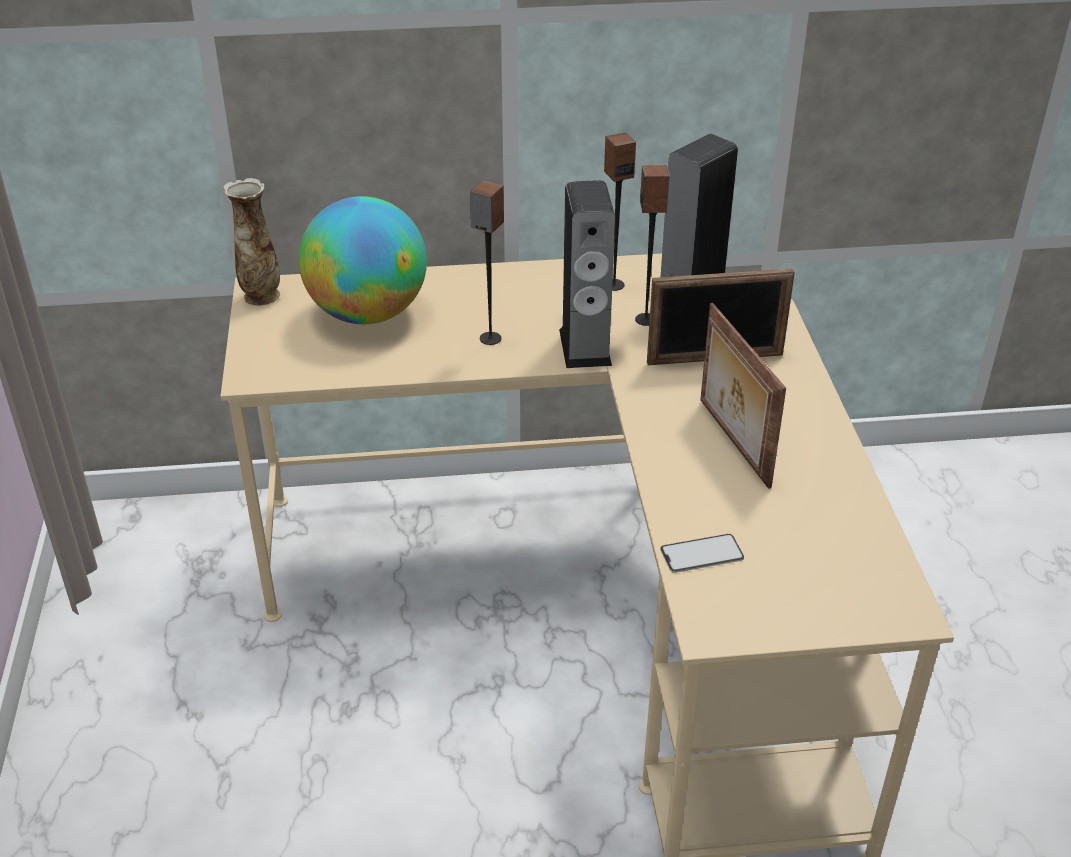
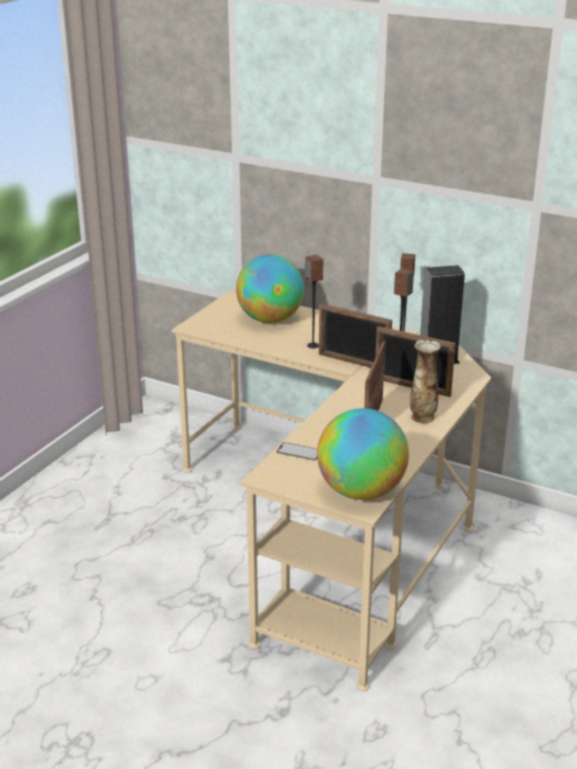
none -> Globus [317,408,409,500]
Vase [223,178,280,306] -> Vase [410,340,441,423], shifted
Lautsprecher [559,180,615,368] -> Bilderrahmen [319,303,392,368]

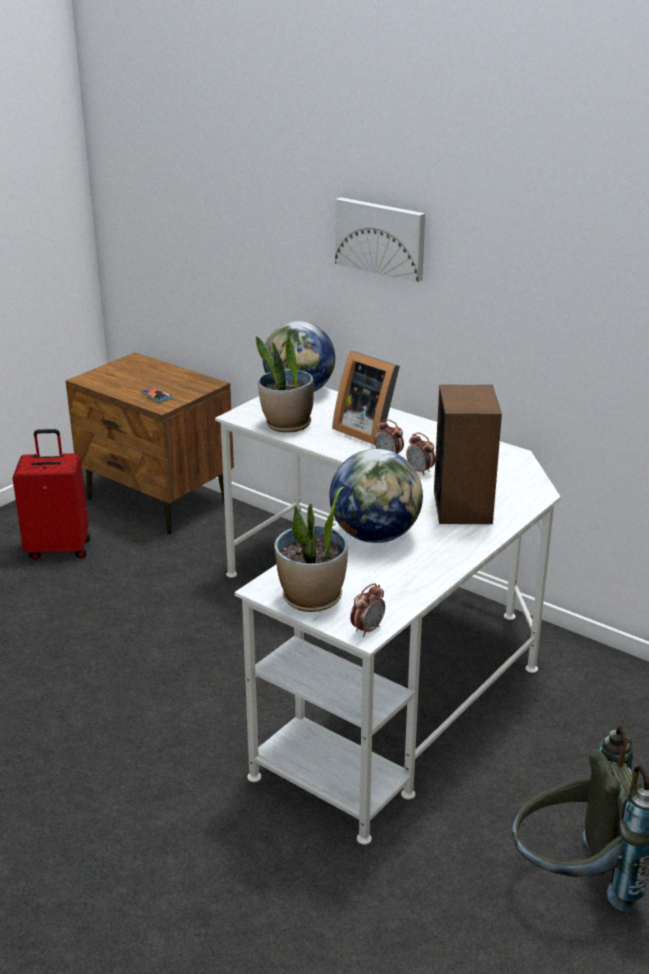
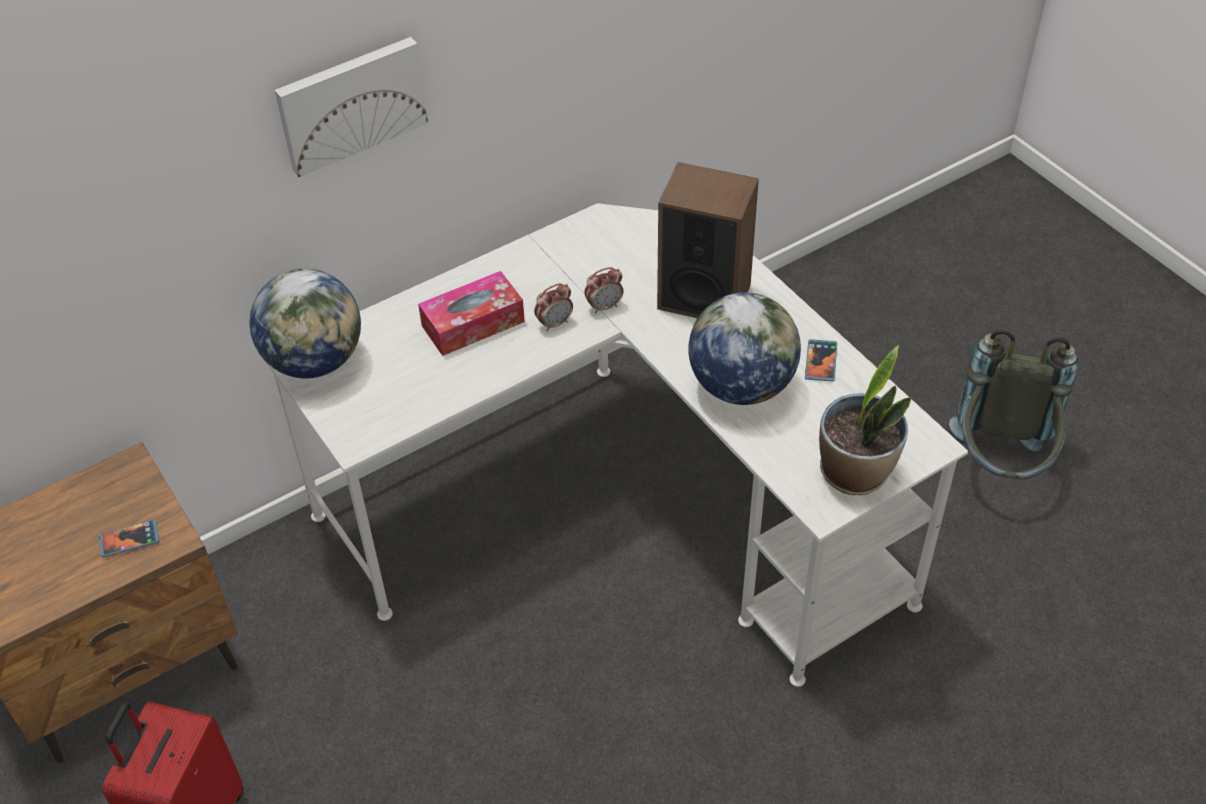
Topfpflanze [256,336,314,433] -> none
Wecker [350,583,385,637] -> none
none -> Handy [805,339,837,382]
Bilderrahmen [332,351,400,445] -> Taschentuchbox [418,271,525,356]

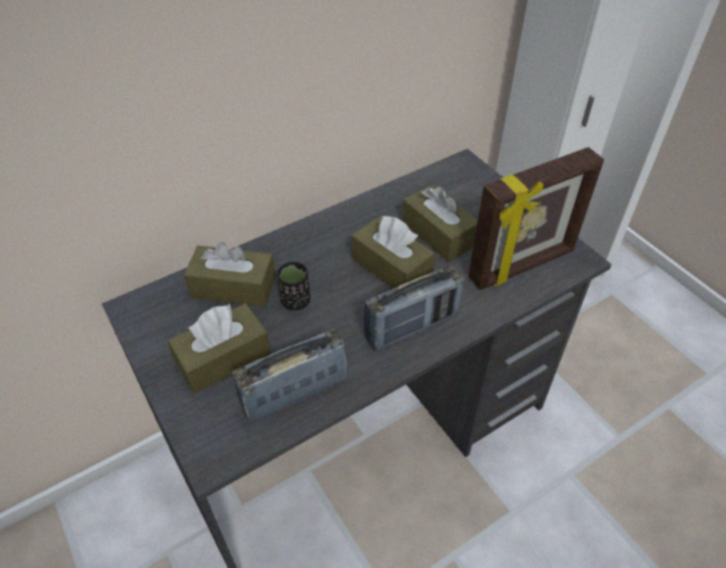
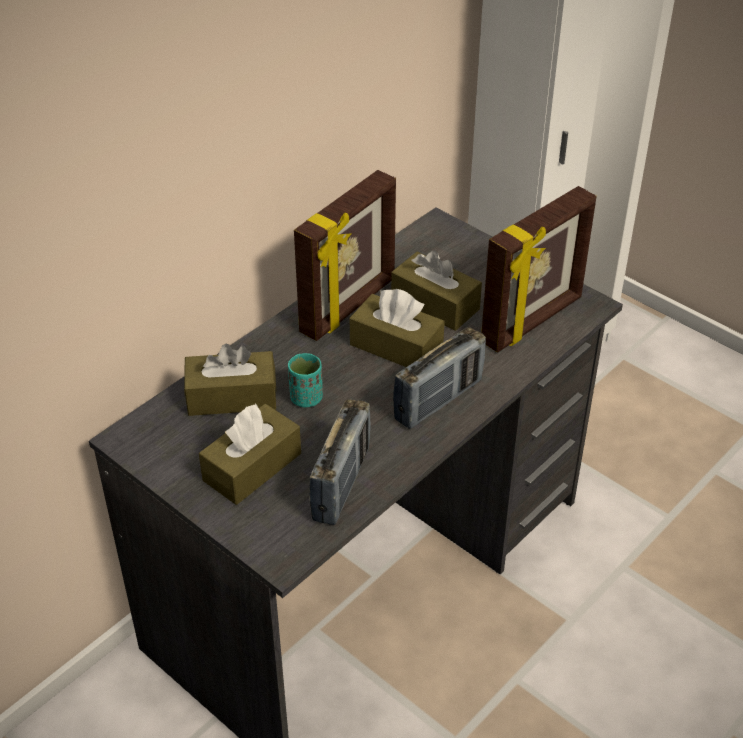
none -> Bilderrahmen [294,170,396,341]
Tasse (schwarz) [277,262,310,310] -> Tasse (türkis) [288,353,323,407]
Radio [232,329,347,422] -> Radio [309,399,371,525], 150 degrees clockwise

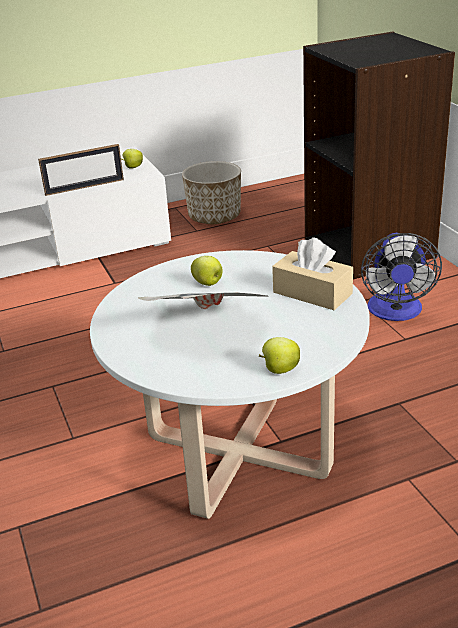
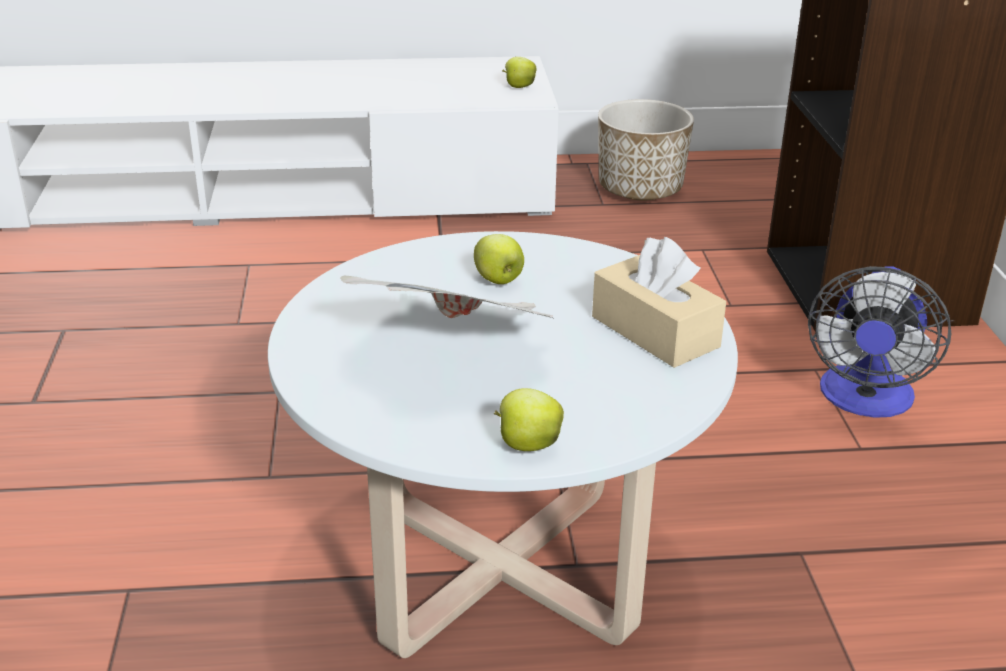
Bilderrahmen [38,144,124,196] -> none

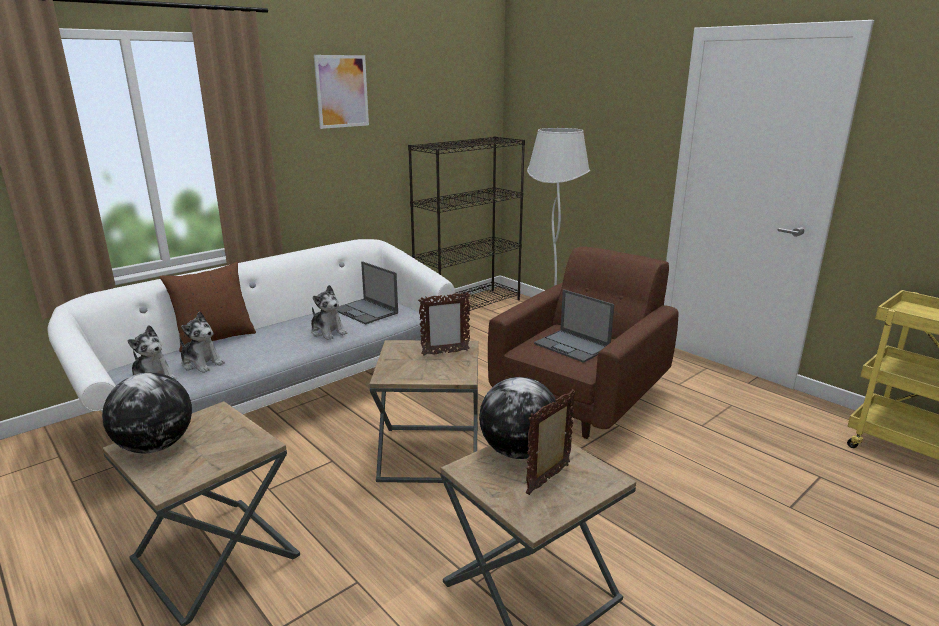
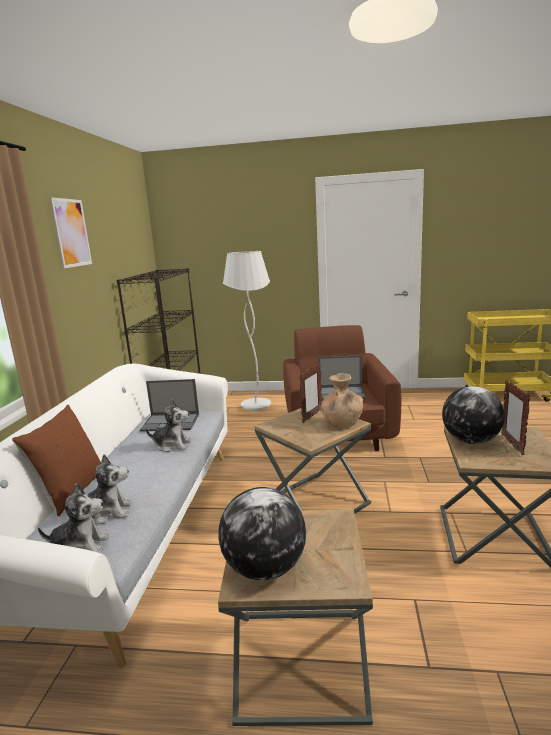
none -> Vase (braun) [321,373,363,429]

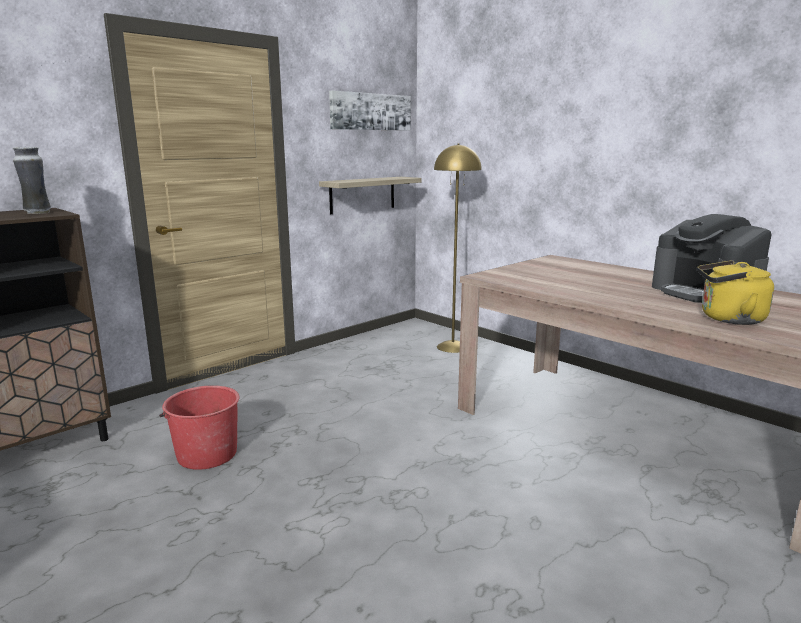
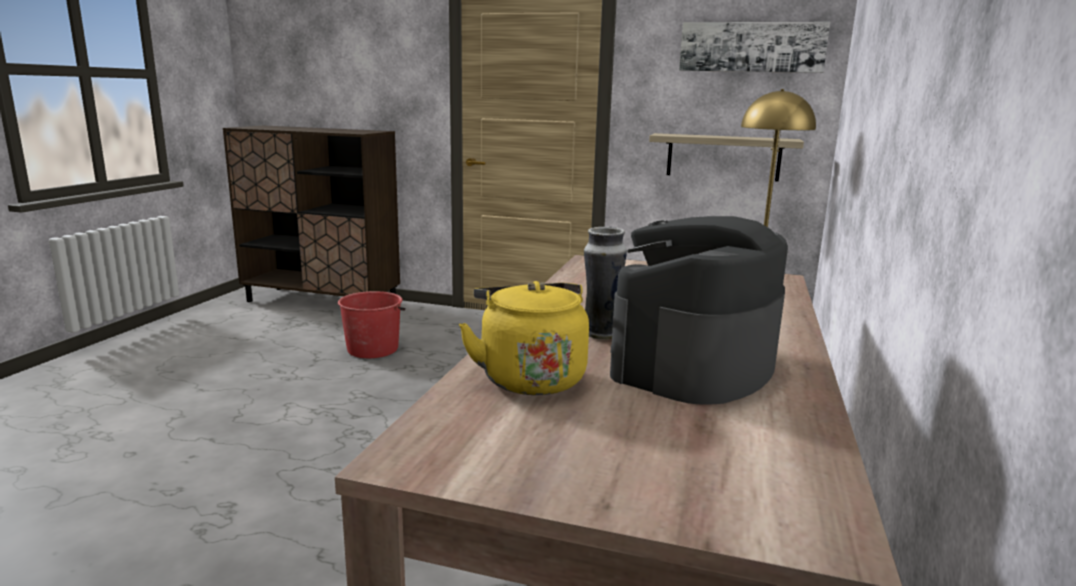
Vase [13,147,51,214] -> Vase [584,227,627,340], shifted

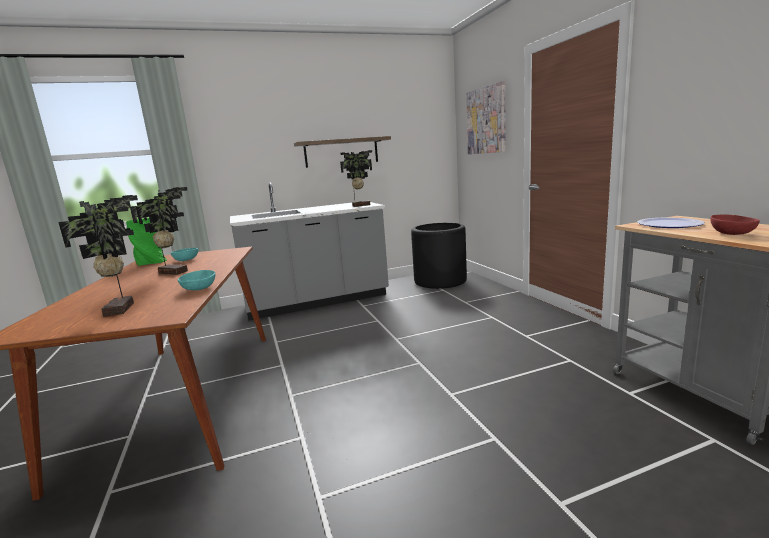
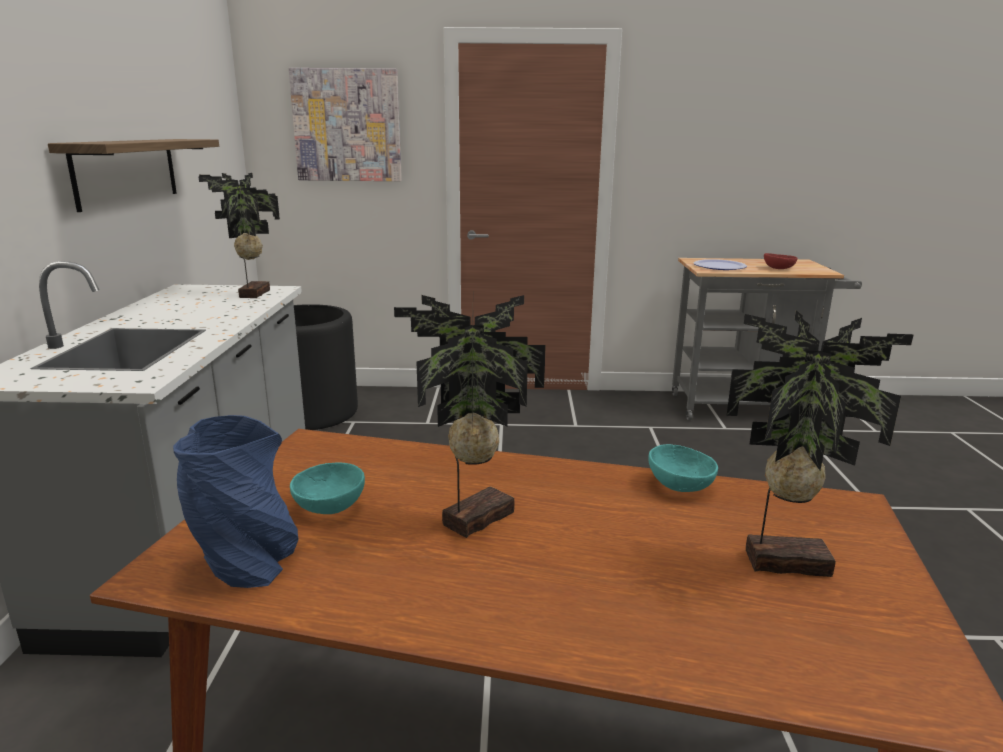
Vase (grün) [126,218,167,266] -> Vase (blau) [173,415,299,588]

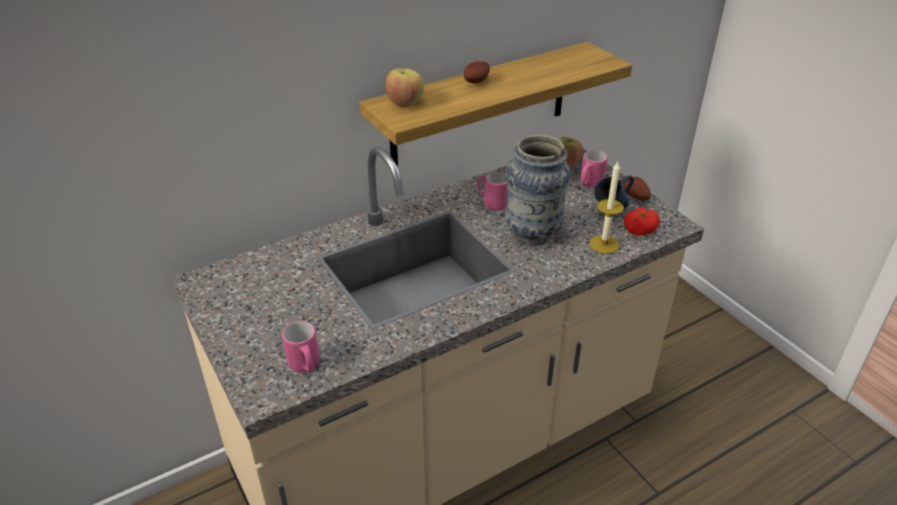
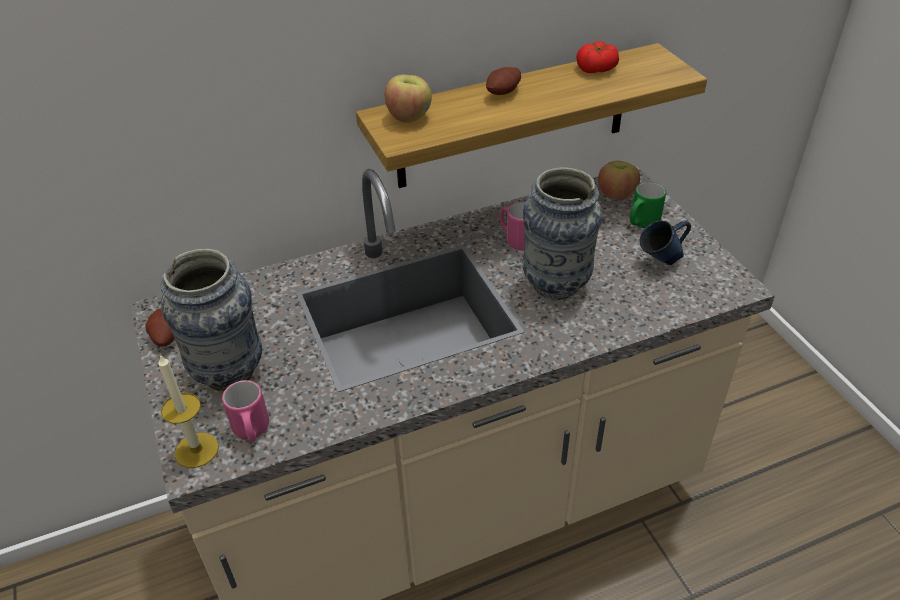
none -> Vase [160,249,262,391]
Kerze [589,162,624,253] -> Kerze [158,354,219,468], shifted
Kartoffel [624,177,651,200] -> Kartoffel [146,308,174,346], shifted
Tomate [624,207,660,236] -> Tomate [576,41,619,73], shifted
Henkelbecher (rosa) [580,150,608,188] -> Henkelbecher (grün) [630,182,666,228]

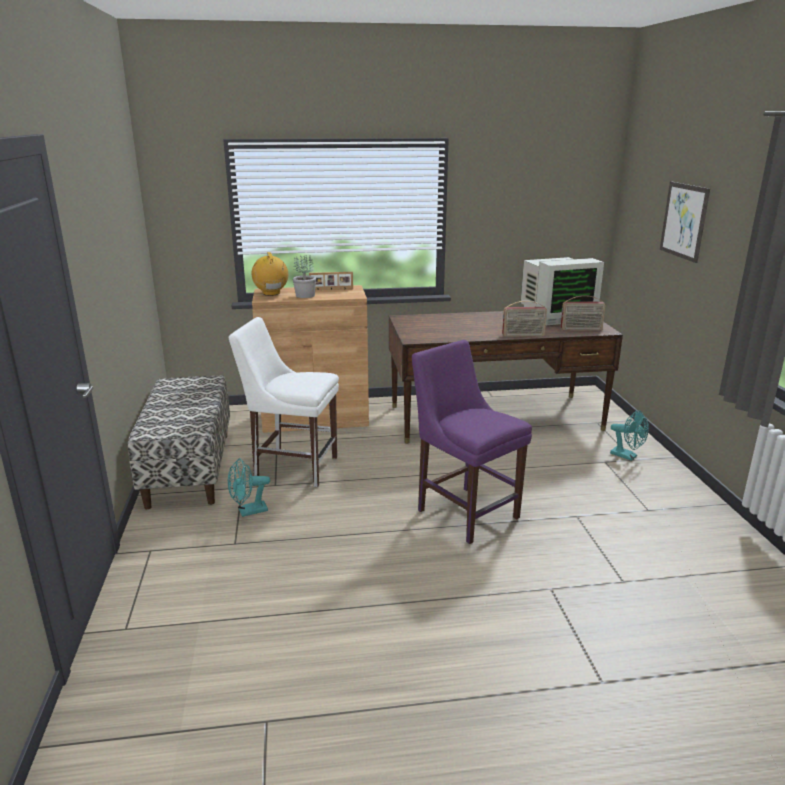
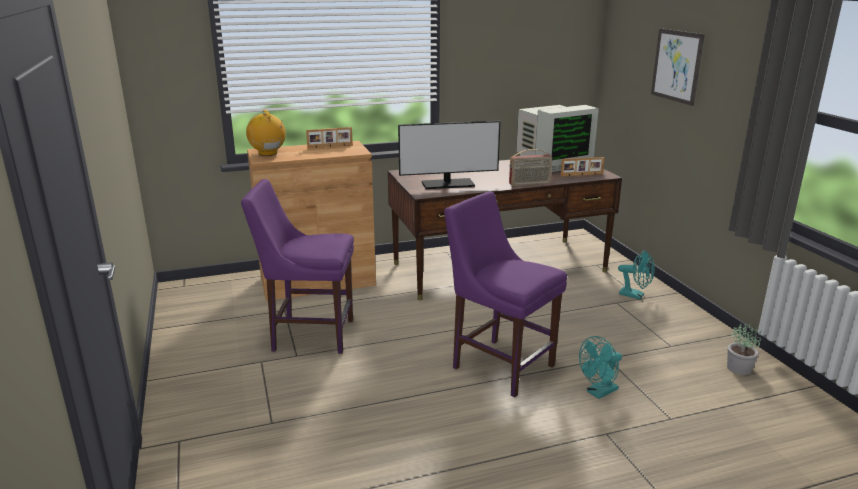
Bank [128,375,230,509] -> none
none -> Monitor [398,121,500,189]
Ventilator (türkis) [228,458,270,517] -> Ventilator (türkis) [579,336,622,399], shifted
Topfpflanze [293,255,316,298] -> Topfpflanze [727,322,762,375], shifted
Radio [561,295,605,331] -> Bilderrahmen [561,157,604,176]
Stuhl (weiß) [229,317,339,487] -> Stuhl (lila) [241,179,354,354]

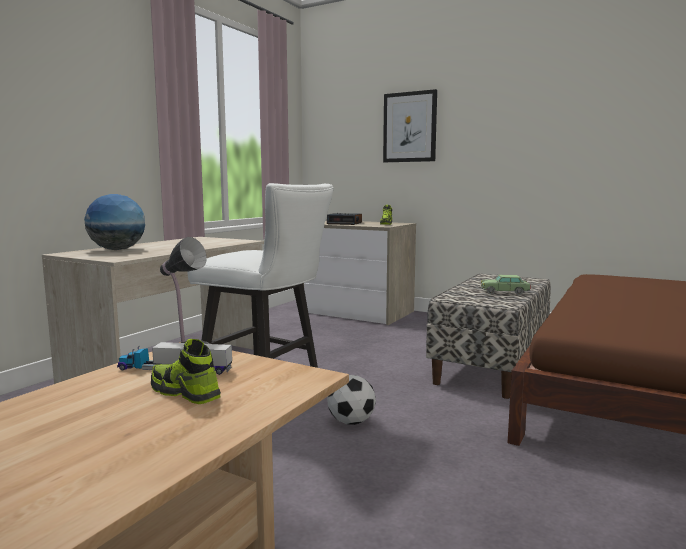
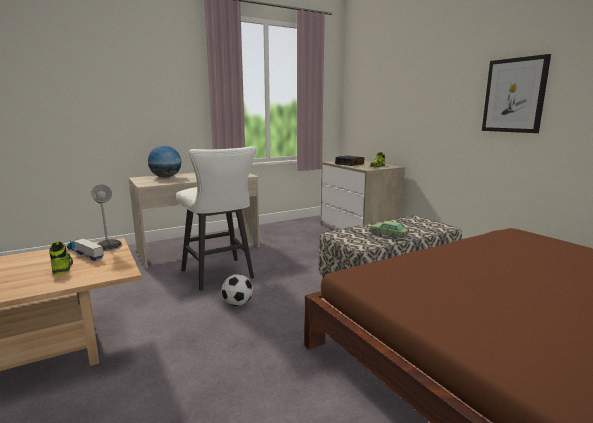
Bild [383,89,437,162] -> Bild [482,54,551,133], shifted

